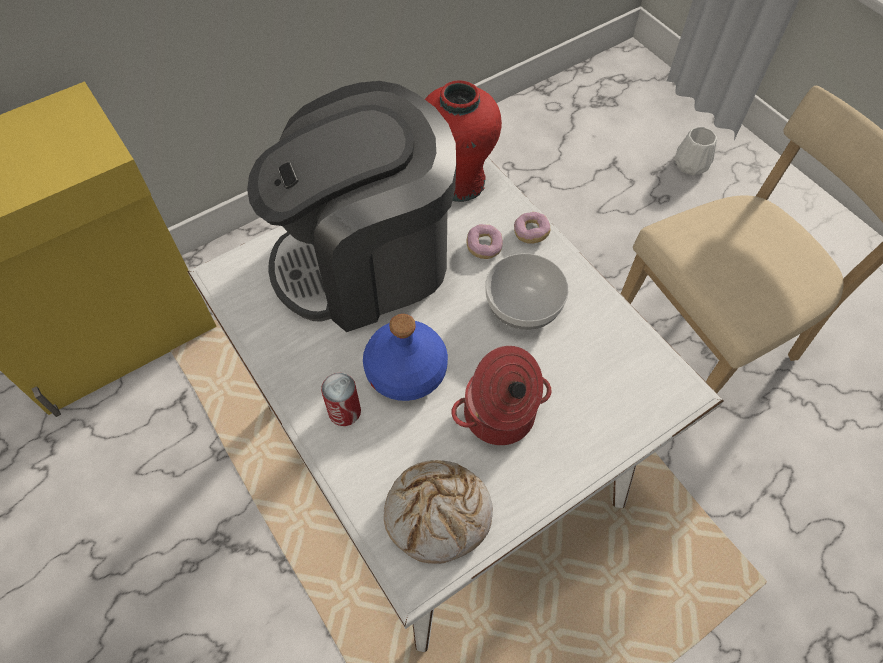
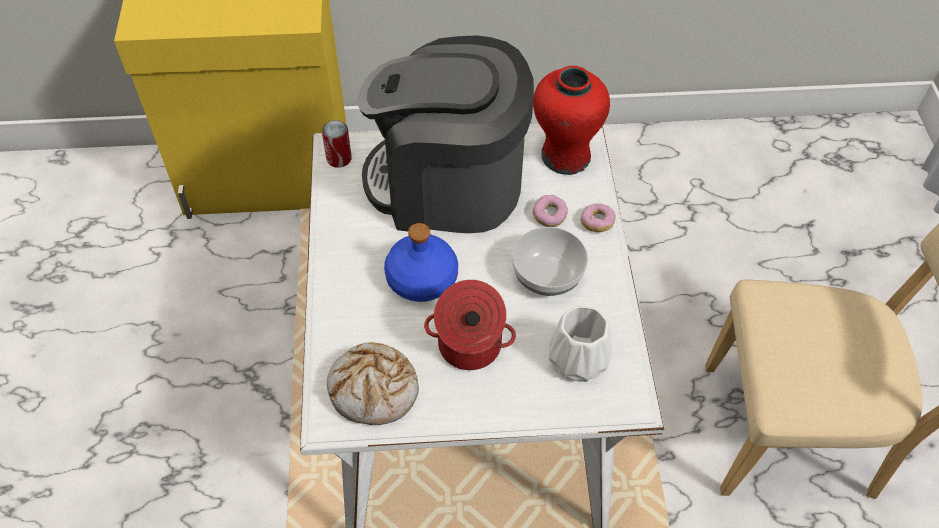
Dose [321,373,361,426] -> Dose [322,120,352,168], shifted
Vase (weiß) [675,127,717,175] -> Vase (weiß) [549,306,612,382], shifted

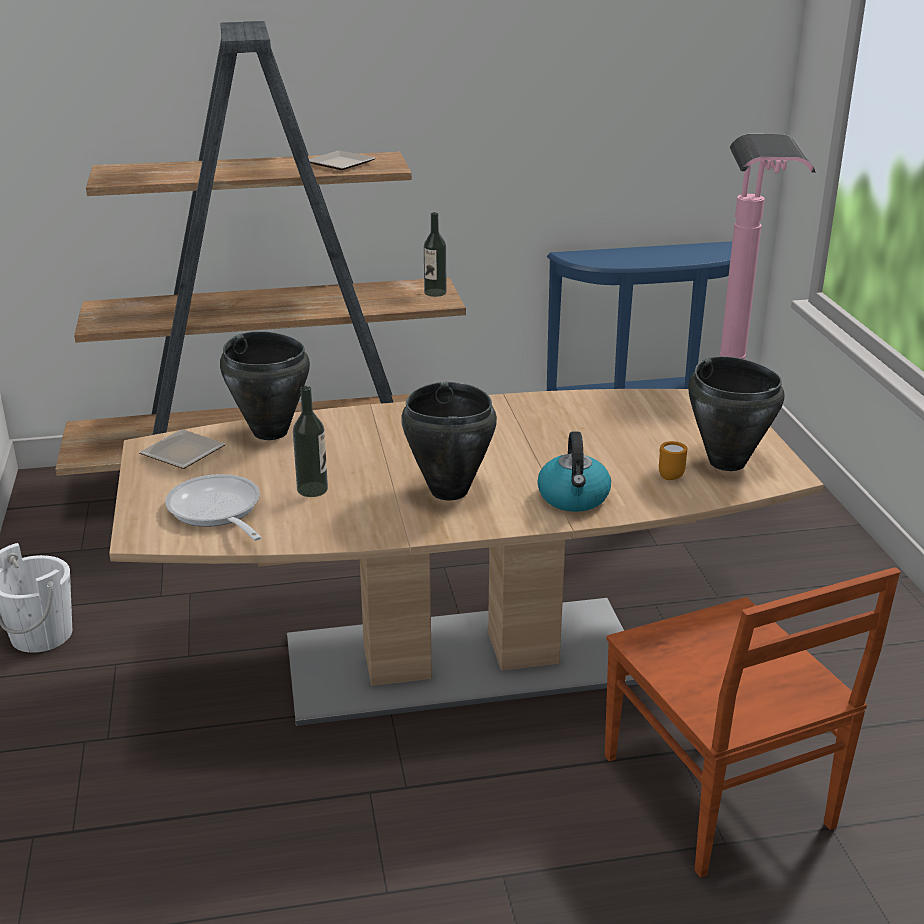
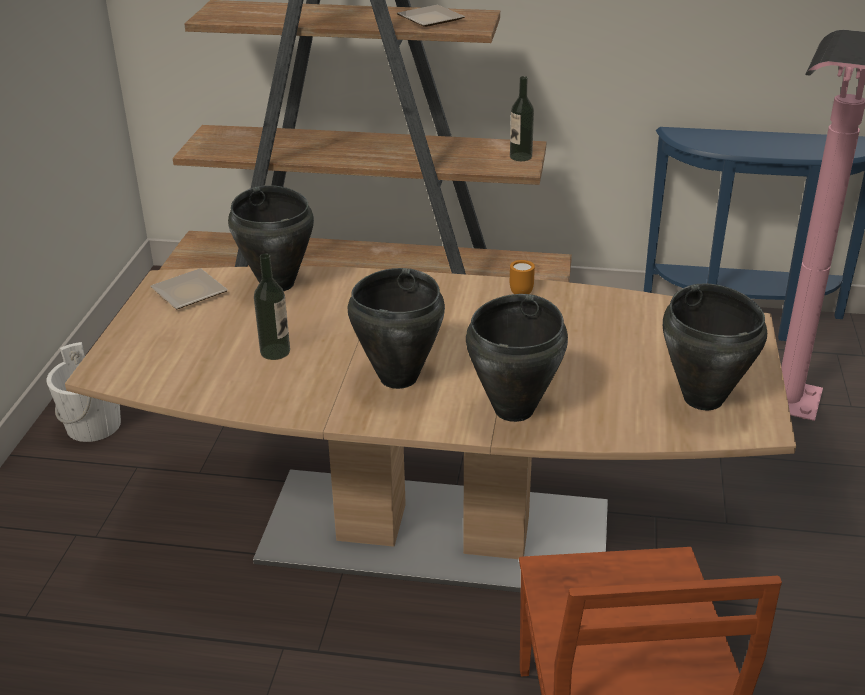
Pfanne [165,474,262,541] -> none
Henkelbecher (orange) [659,441,687,480] -> Henkelbecher (orange) [510,260,535,294], shifted
Wasserkessel [537,432,611,512] -> Kochtopf (schwarz) [466,294,568,422]

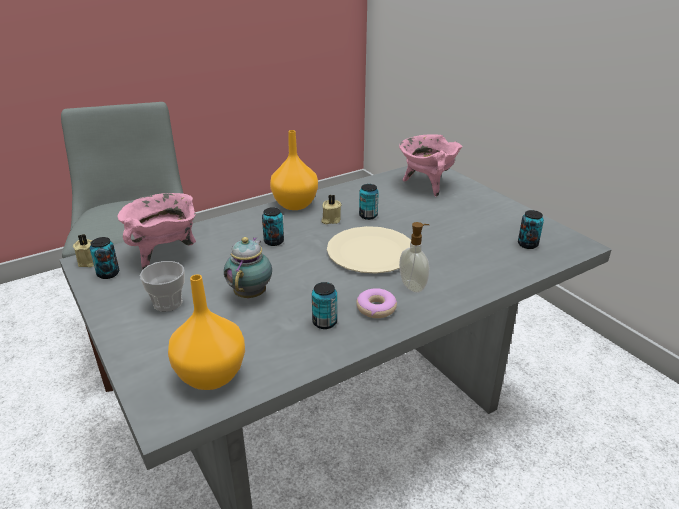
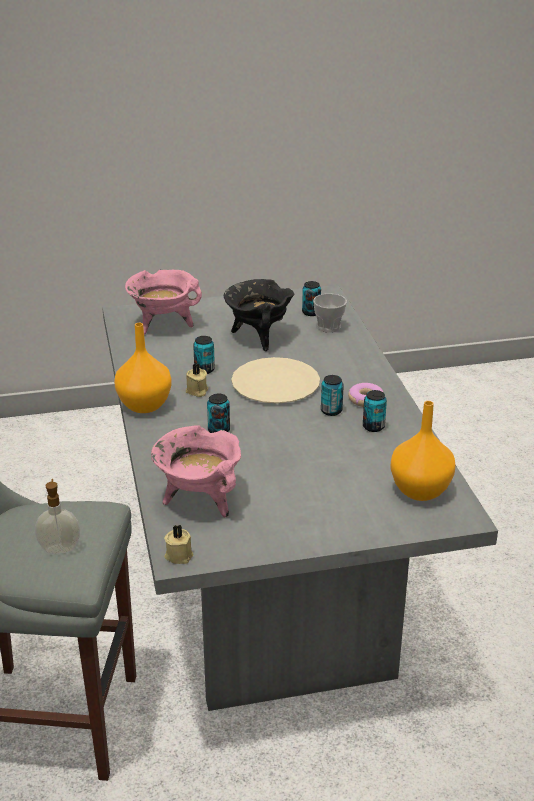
Teekanne [224,237,272,298] -> none
none -> Kochtopf (schwarz) [224,279,294,351]
Dose [90,237,119,279] -> Dose [321,375,344,416], shifted
Tasse [140,261,185,312] -> Tasse [313,293,347,333], shifted
Seifenspender [399,222,429,293] -> Seifenspender [35,479,80,554], shifted

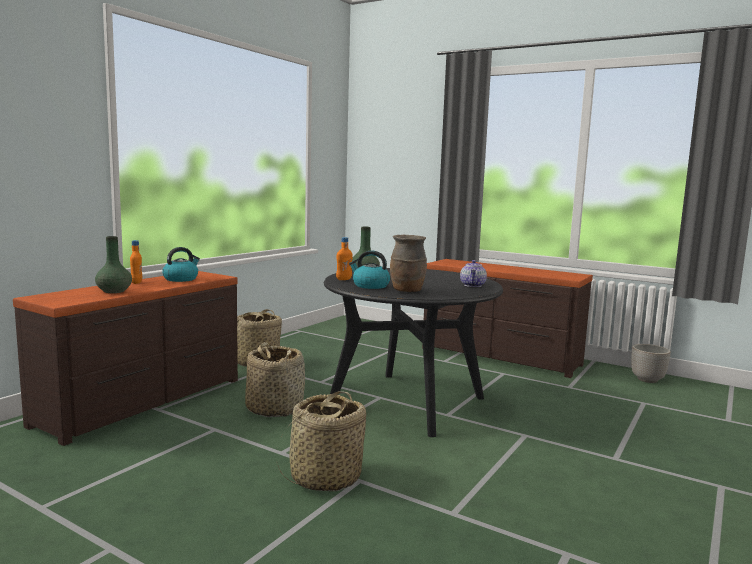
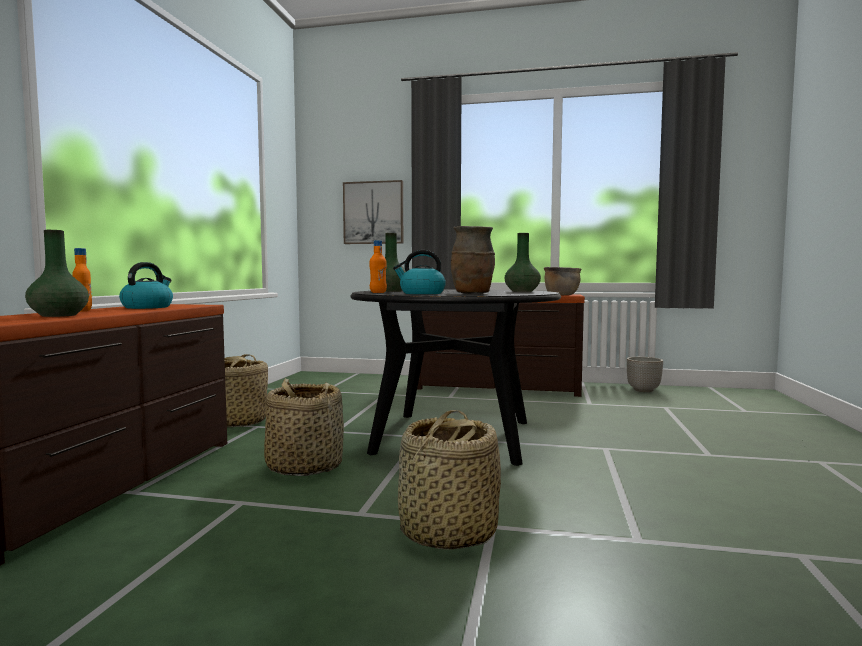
none -> Bild [343,180,403,244]
none -> Kochtopf (braun) [544,267,582,295]
Teekanne [460,260,487,287] -> Vase (grün) [504,233,541,292]

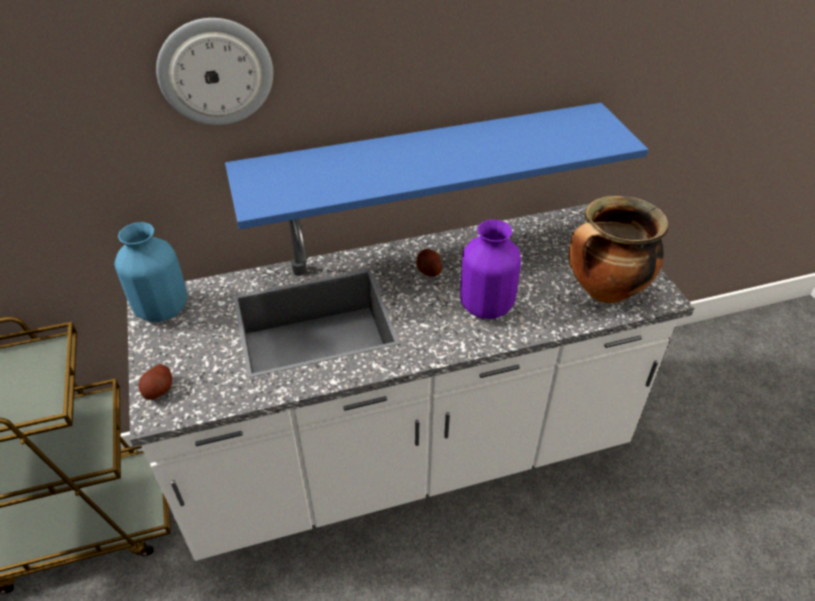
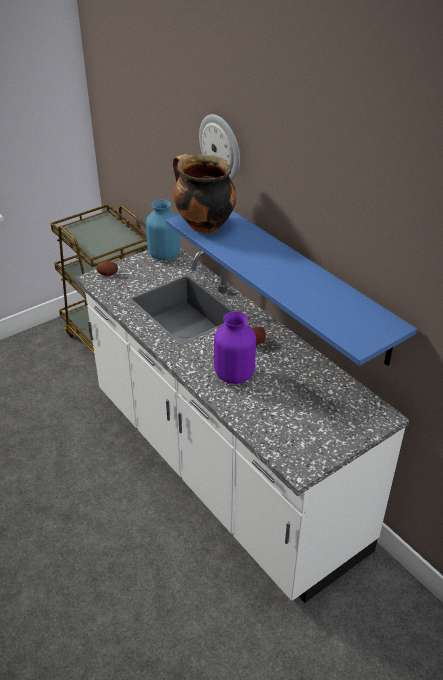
Kochtopf [569,196,668,303] -> Kochtopf [173,154,236,233], shifted

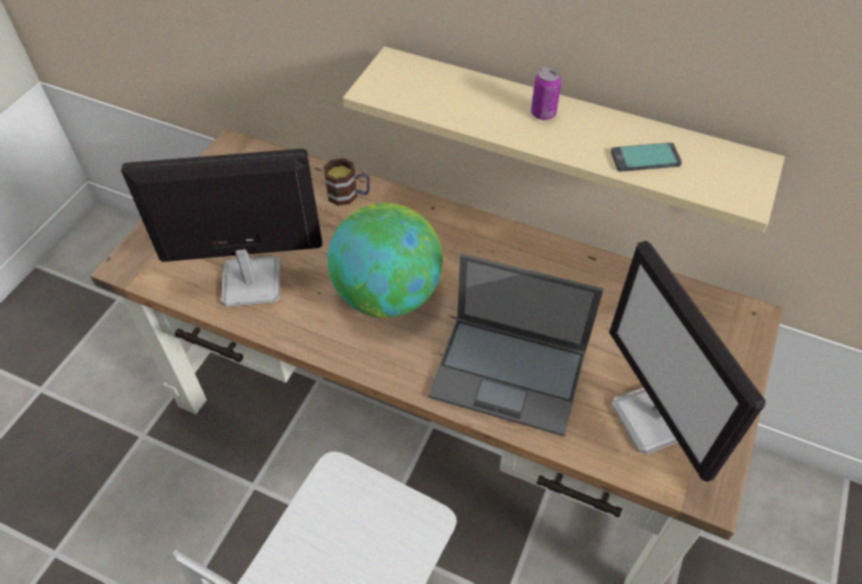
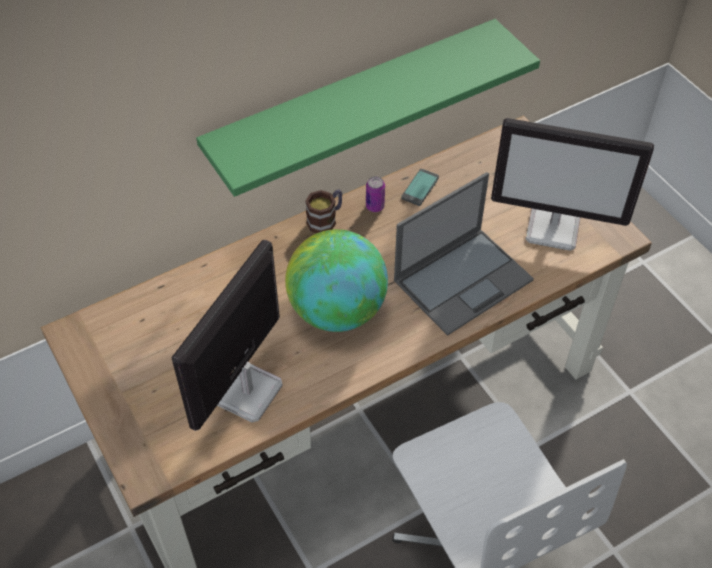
Henkelbecher [323,158,370,206] -> Henkelbecher [305,189,342,233], shifted
Dose [531,67,562,120] -> Dose [366,176,385,212], shifted
Handy [611,143,682,172] -> Handy [401,169,439,206], shifted
Wandregal (beige) [343,46,785,233] -> Wandregal (grün) [196,19,540,197]

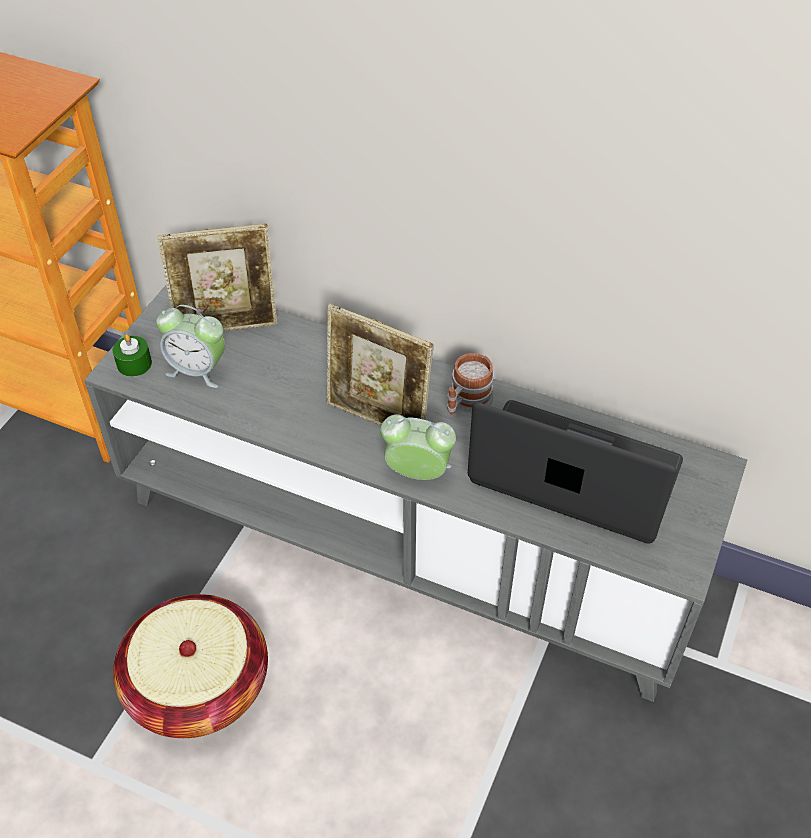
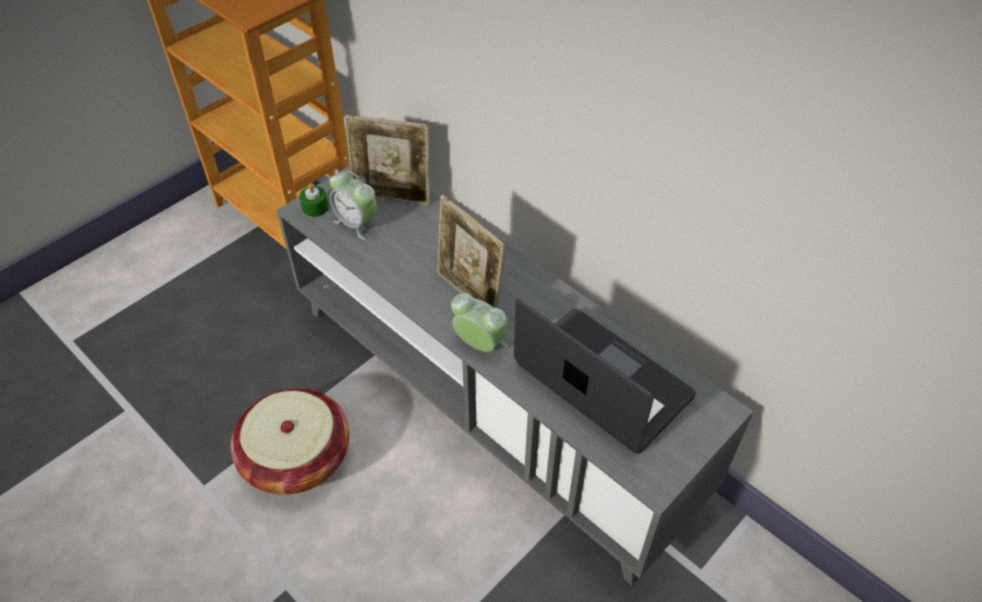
Henkelbecher [447,353,494,414] -> none

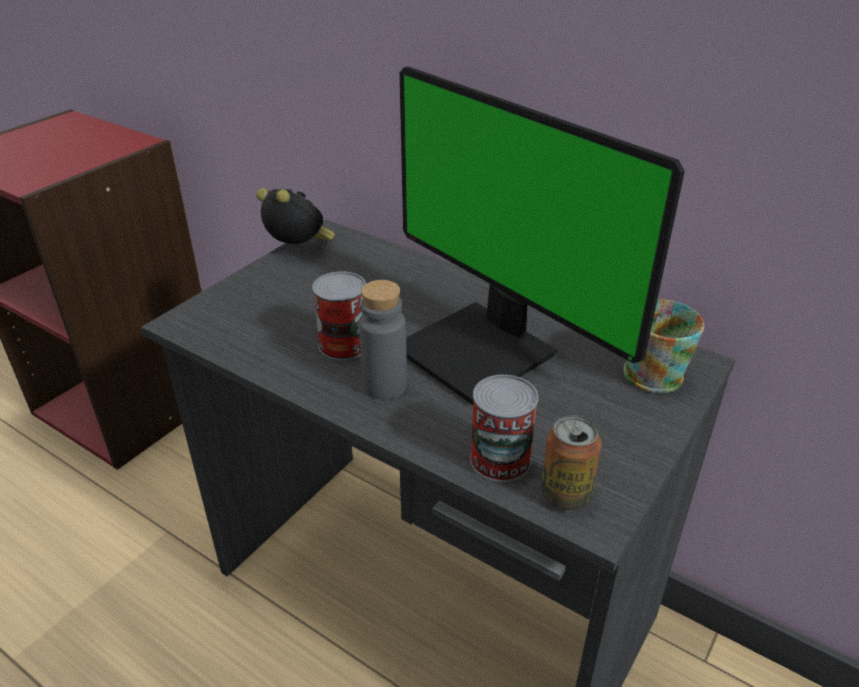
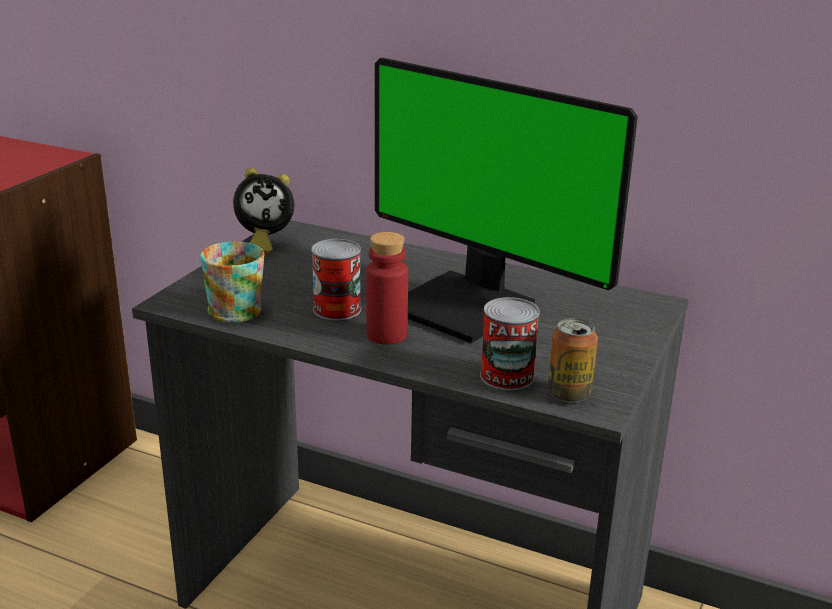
Henkelbecher [623,299,704,393] -> Henkelbecher [200,242,264,322], shifted
Flasche (grau) [359,280,407,399] -> Flasche (rot) [366,232,408,344]
Wecker [256,188,335,244] -> Wecker [233,168,294,254], 135 degrees clockwise

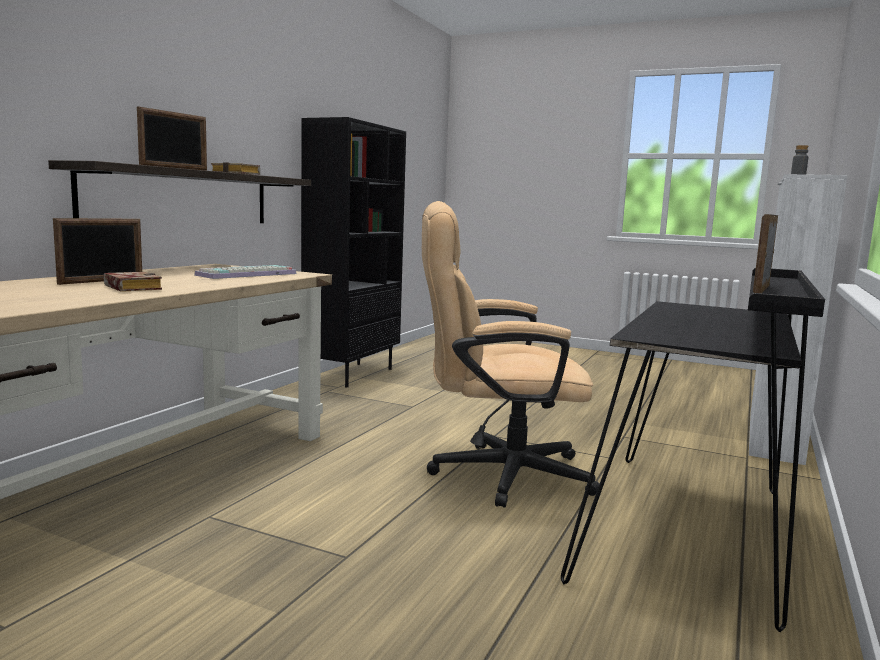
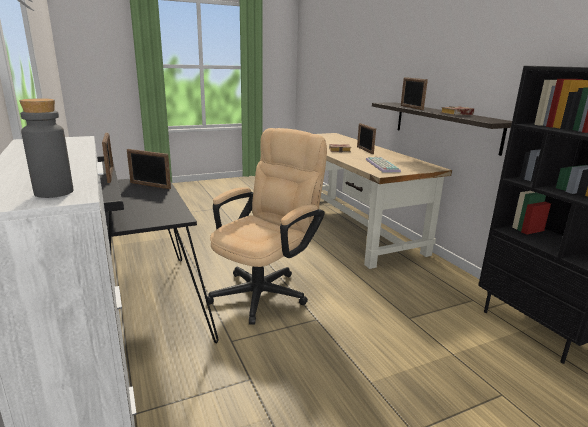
none -> Bilderrahmen [127,149,171,189]

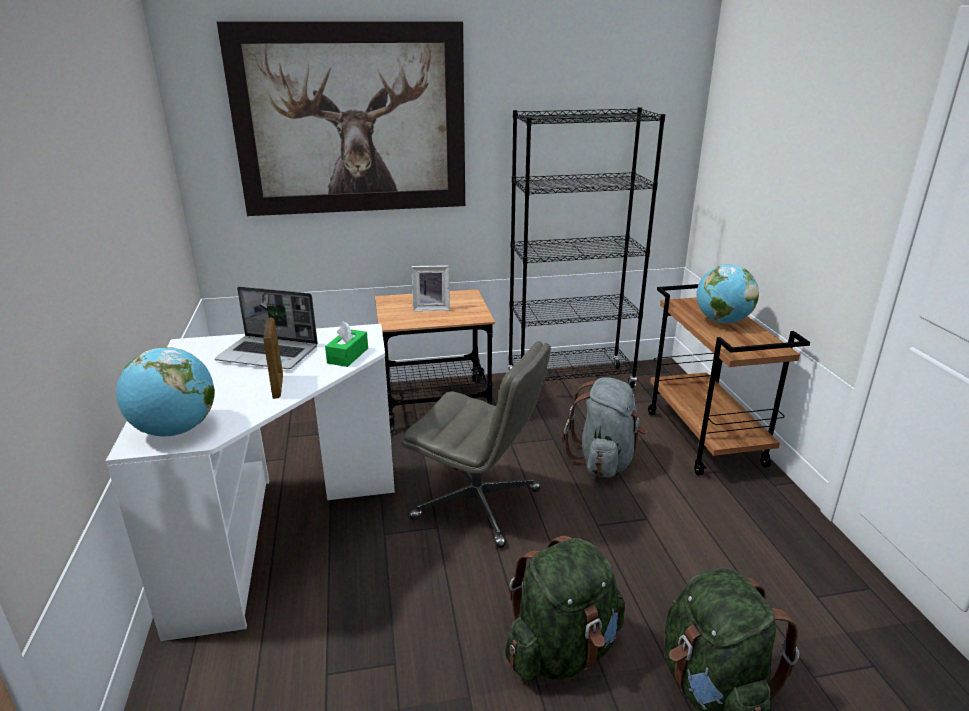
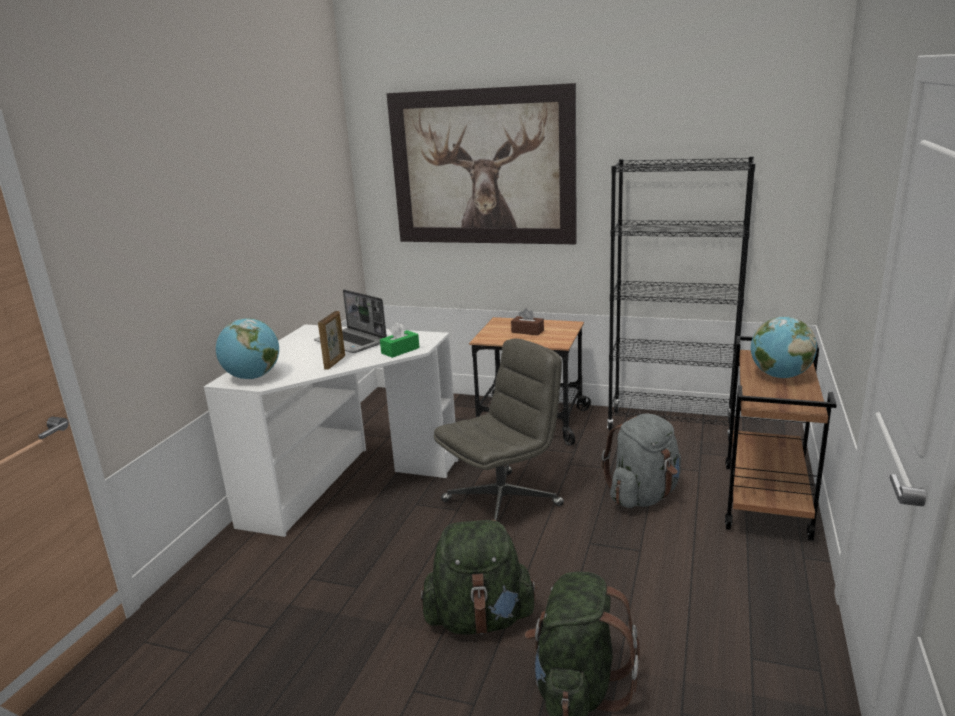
Bilderrahmen [411,265,450,311] -> Taschentuchbox (braun) [511,308,544,336]
Bürostuhl (grau) [403,341,551,548] -> Bürostuhl (grau) [434,339,564,521], 90 degrees counterclockwise

